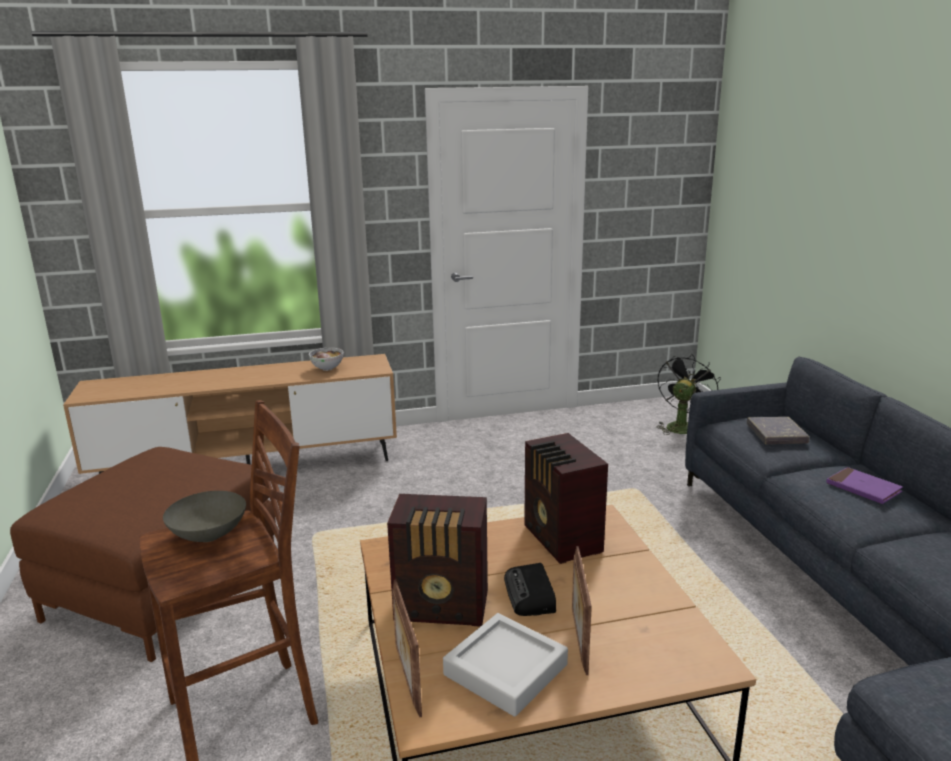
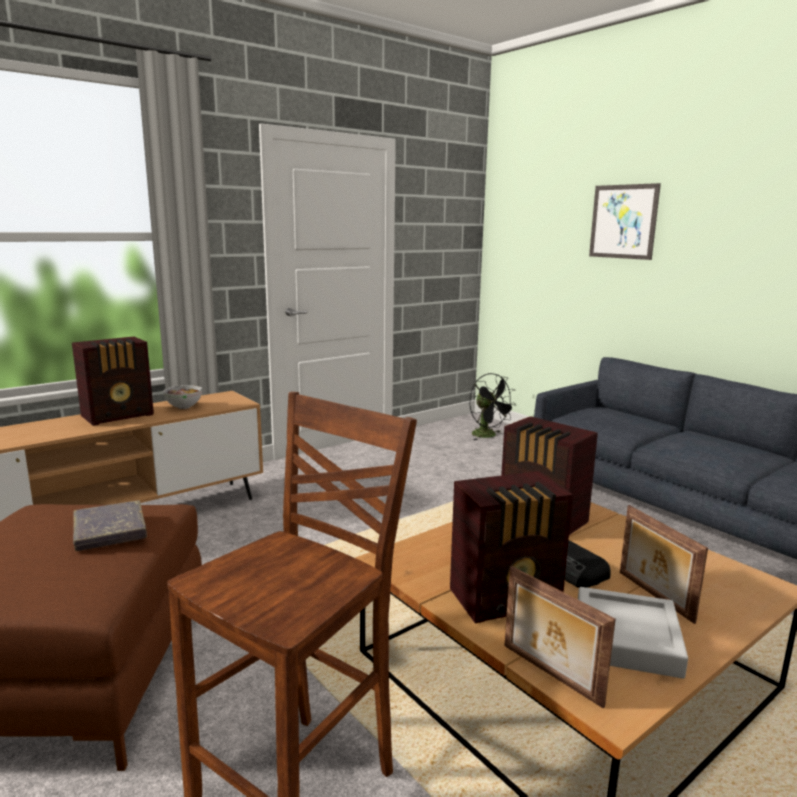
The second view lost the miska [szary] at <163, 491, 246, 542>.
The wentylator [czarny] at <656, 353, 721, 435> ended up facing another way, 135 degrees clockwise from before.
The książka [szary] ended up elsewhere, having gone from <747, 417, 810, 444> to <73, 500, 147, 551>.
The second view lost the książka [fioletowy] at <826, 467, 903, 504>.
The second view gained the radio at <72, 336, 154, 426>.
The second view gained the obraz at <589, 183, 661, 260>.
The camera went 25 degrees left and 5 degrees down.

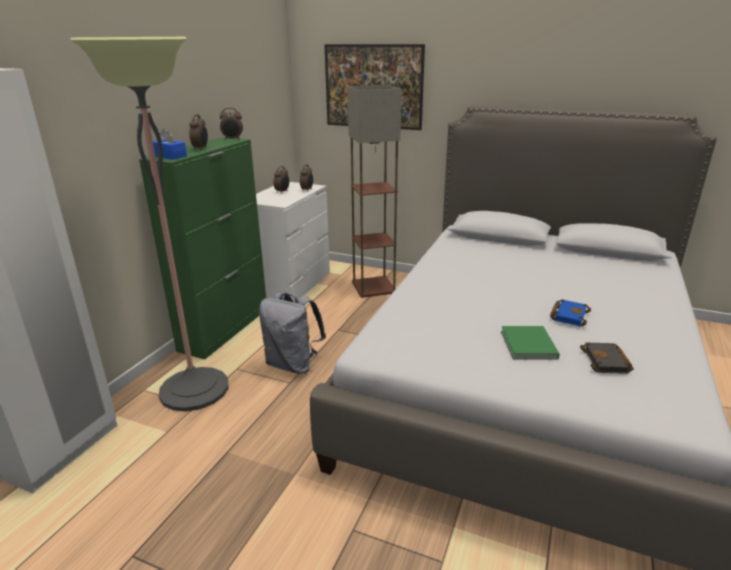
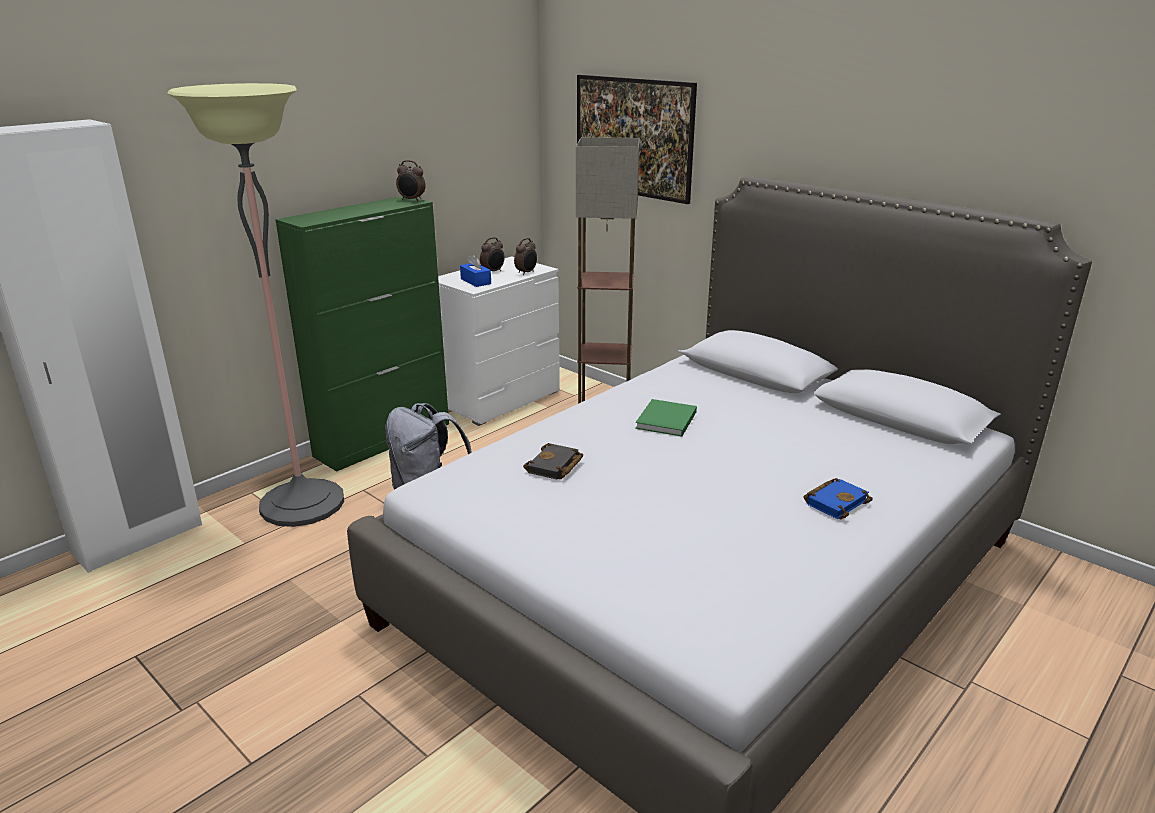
The pudełko chusteczek [niebieski] ended up elsewhere, having gone from <153, 128, 187, 160> to <460, 254, 491, 287>.
The second view lost the budzik at <189, 114, 208, 150>.
The książka [zielony] ended up elsewhere, having gone from <501, 326, 560, 360> to <635, 399, 697, 437>.
The książka [niebieski] ended up elsewhere, having gone from <550, 299, 591, 326> to <803, 478, 873, 519>.
The książka [czarny] ended up elsewhere, having gone from <580, 342, 634, 374> to <523, 443, 583, 479>.
The camera went 20 degrees right and 0 degrees up.

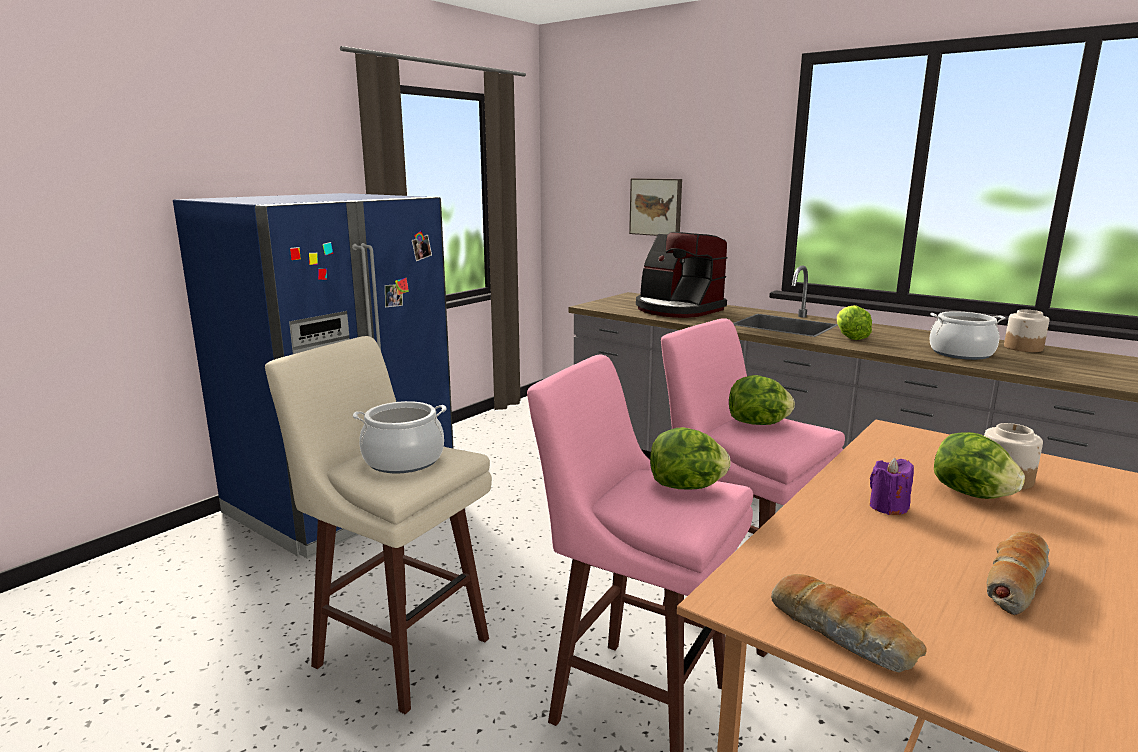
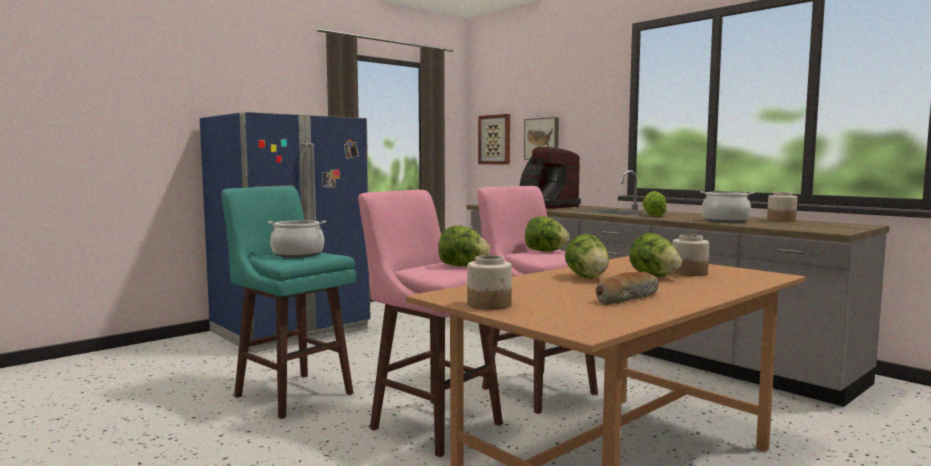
What was the stołek [beżowy] at <265, 336, 492, 714> turned into the stołek [turkusowy] at <221, 186, 356, 419>.
Where the chleb stood at <771, 574, 927, 673>, the słoik came to stand at <467, 255, 512, 310>.
Where the świeca [fioletowy] stood at <870, 458, 914, 515>, the sałata came to stand at <565, 234, 609, 279>.
The second view gained the obraz at <478, 114, 510, 165>.
The camera went 10 degrees right and 10 degrees down.

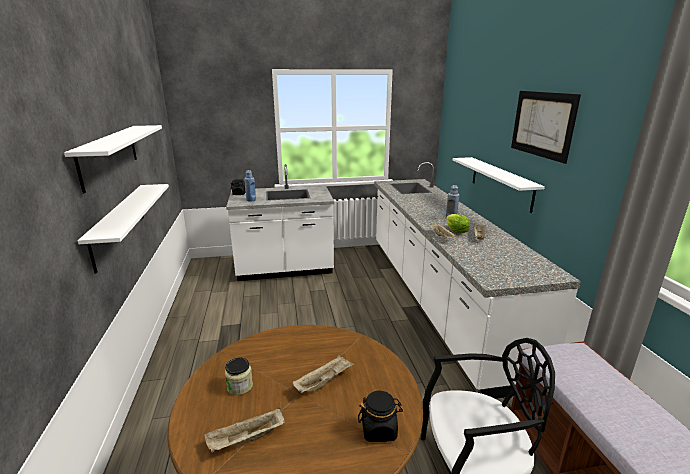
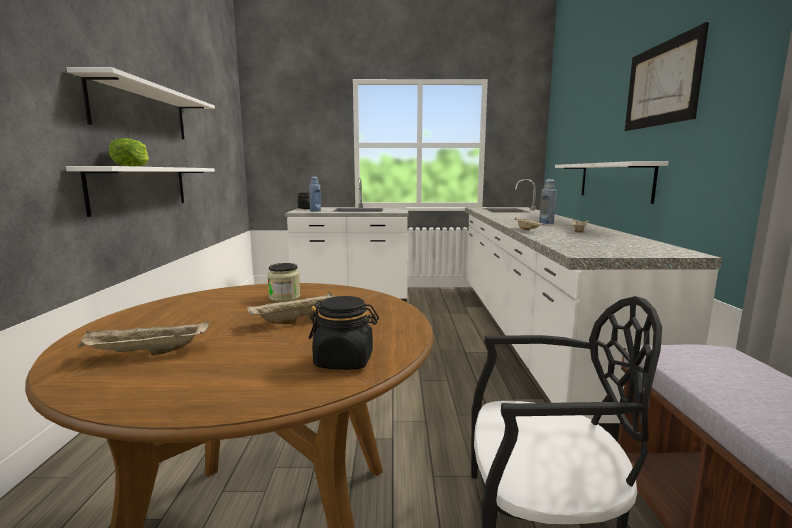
The słoik ended up elsewhere, having gone from <225, 358, 253, 395> to <267, 263, 300, 302>.
The sałata ended up elsewhere, having gone from <446, 214, 470, 233> to <109, 138, 149, 166>.
The camera went 10 degrees right and 10 degrees down.

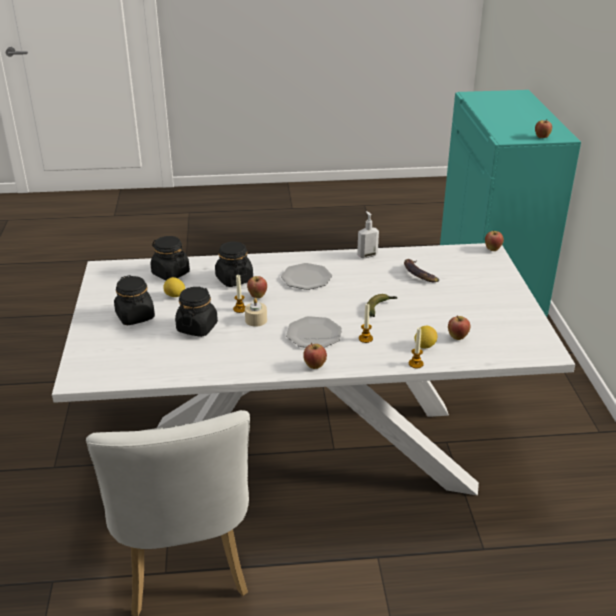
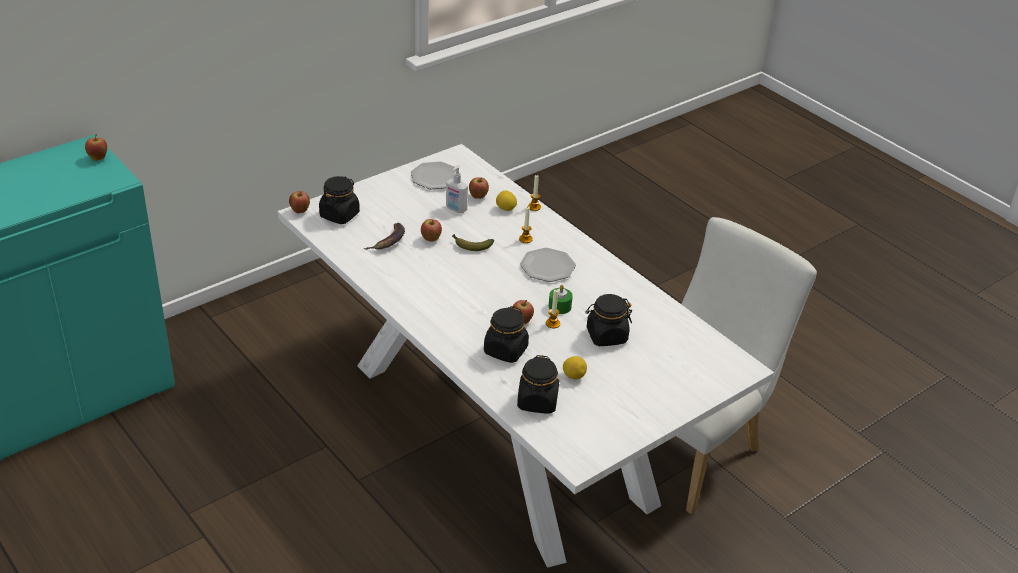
The słoik [czarny] ended up elsewhere, having gone from <114, 275, 155, 325> to <319, 176, 360, 224>.
What was the świeca [beżowy] at <245, 298, 267, 327> turned into the świeca [zielony] at <549, 285, 573, 314>.
The talerz ended up elsewhere, having gone from <281, 263, 332, 290> to <411, 162, 456, 189>.
The jabłko ended up elsewhere, having gone from <303, 343, 327, 369> to <421, 219, 442, 242>.
The dozownik mydła ended up elsewhere, having gone from <357, 211, 379, 258> to <446, 165, 468, 213>.
The camera went 125 degrees left and 5 degrees up.

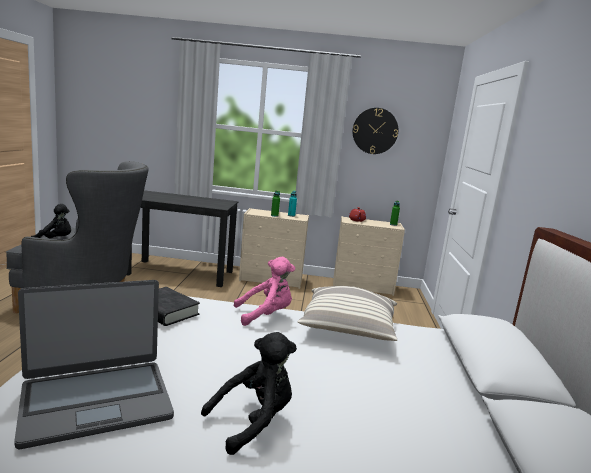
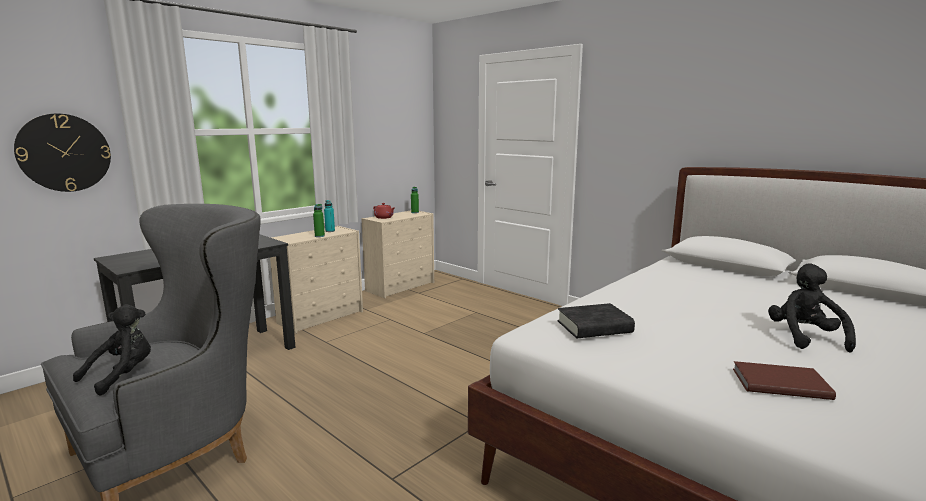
Where the laptop stood at <14, 280, 174, 449>, the książka [brązowy] came to stand at <733, 361, 836, 400>.
The second view lost the pluszak [różowy] at <234, 257, 295, 326>.
The second view lost the poduszka at <297, 286, 397, 341>.
The zegar ścienny ended up elsewhere, having gone from <353, 108, 398, 154> to <14, 114, 111, 192>.
The camera went 50 degrees left and 0 degrees up.

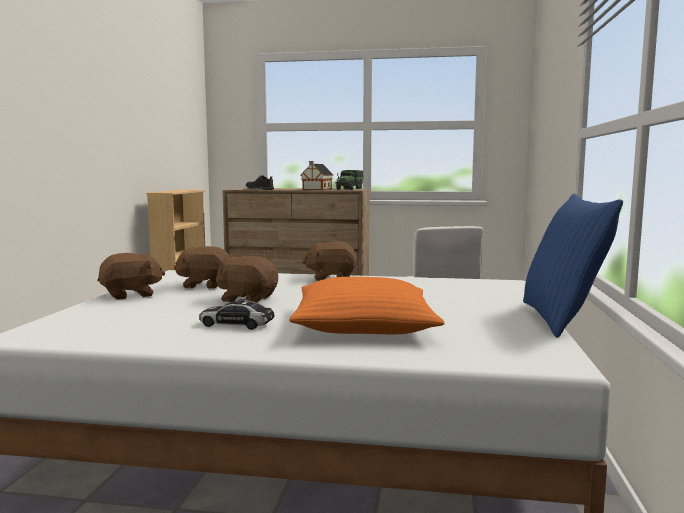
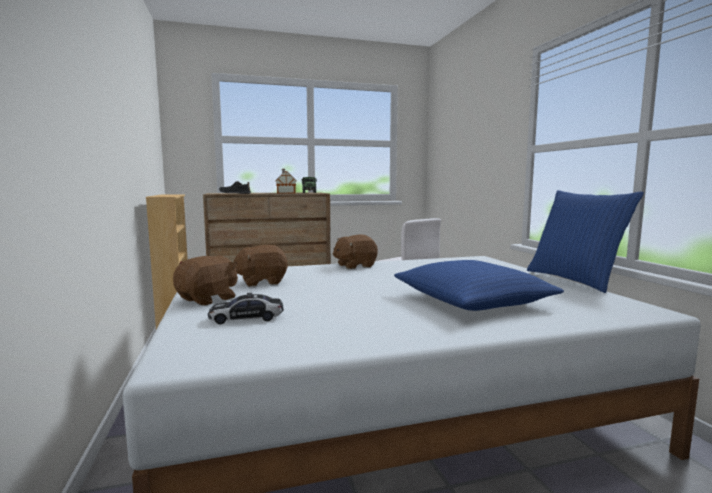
The samochodzik ended up elsewhere, having gone from <199, 299, 275, 330> to <208, 293, 284, 324>.
The second view lost the pluszak [brązowy] at <216, 256, 278, 303>.
What was the poduszka [pomarańczowy] at <289, 277, 444, 334> turned into the poduszka [niebieski] at <394, 260, 564, 311>.
The camera went 25 degrees left and 0 degrees up.

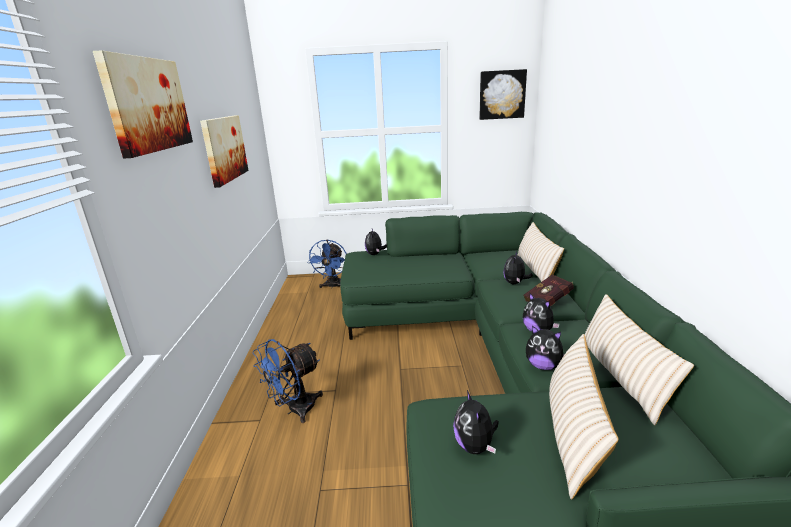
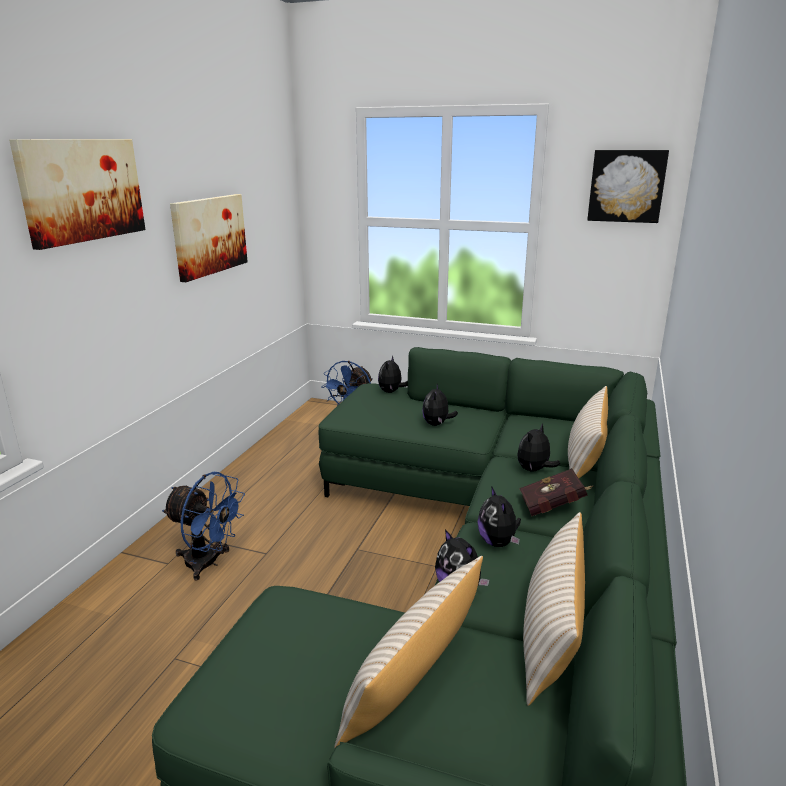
The wentylator [niebieski] at <252, 339, 323, 423> ended up facing another way, 135 degrees counterclockwise from before.
The pluszak ended up elsewhere, having gone from <453, 390, 499, 454> to <422, 384, 458, 426>.
The camera went 20 degrees right and 0 degrees up.

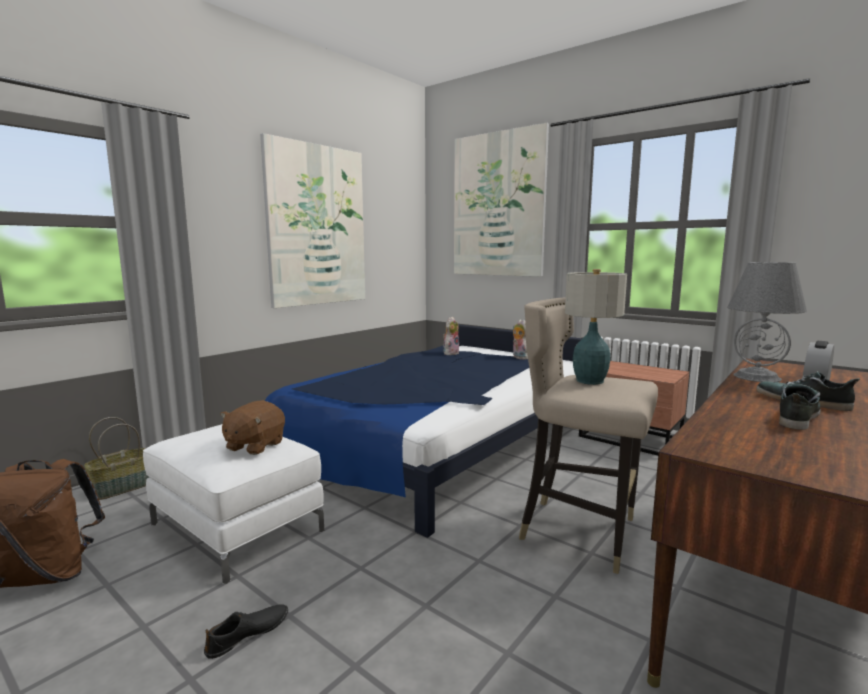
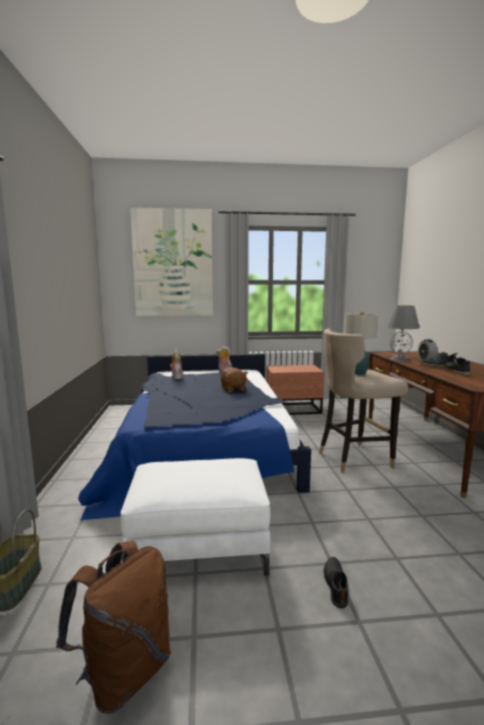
The pluszak [brązowy] ended up elsewhere, having gone from <220, 400, 285, 455> to <220, 367, 248, 392>.
The second view lost the obraz at <260, 133, 366, 308>.
The camera went 45 degrees left and 0 degrees up.

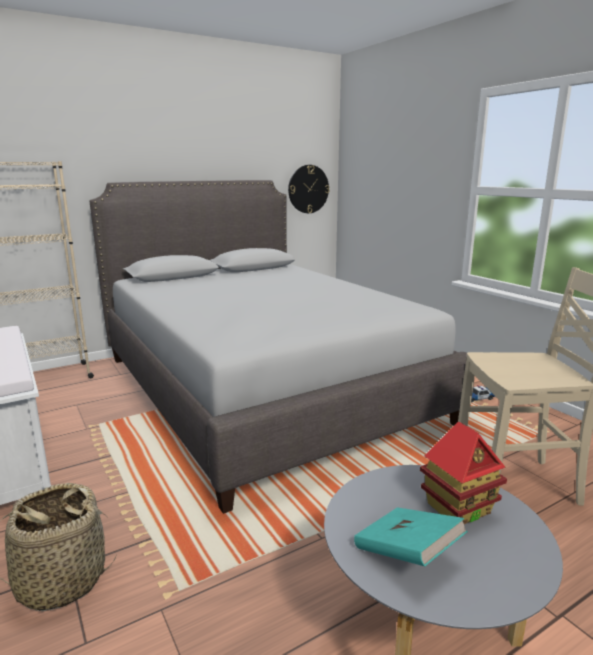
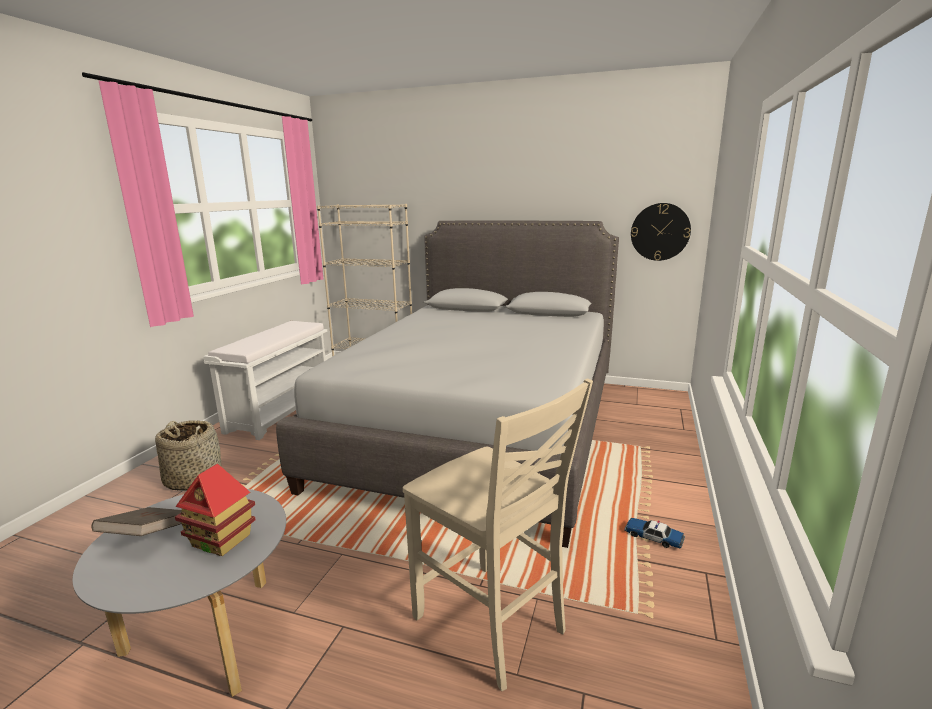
What was the książka [turkusowy] at <354, 507, 468, 566> turned into the książka [brązowy] at <92, 507, 182, 536>.
The camera went 50 degrees right and 0 degrees up.

